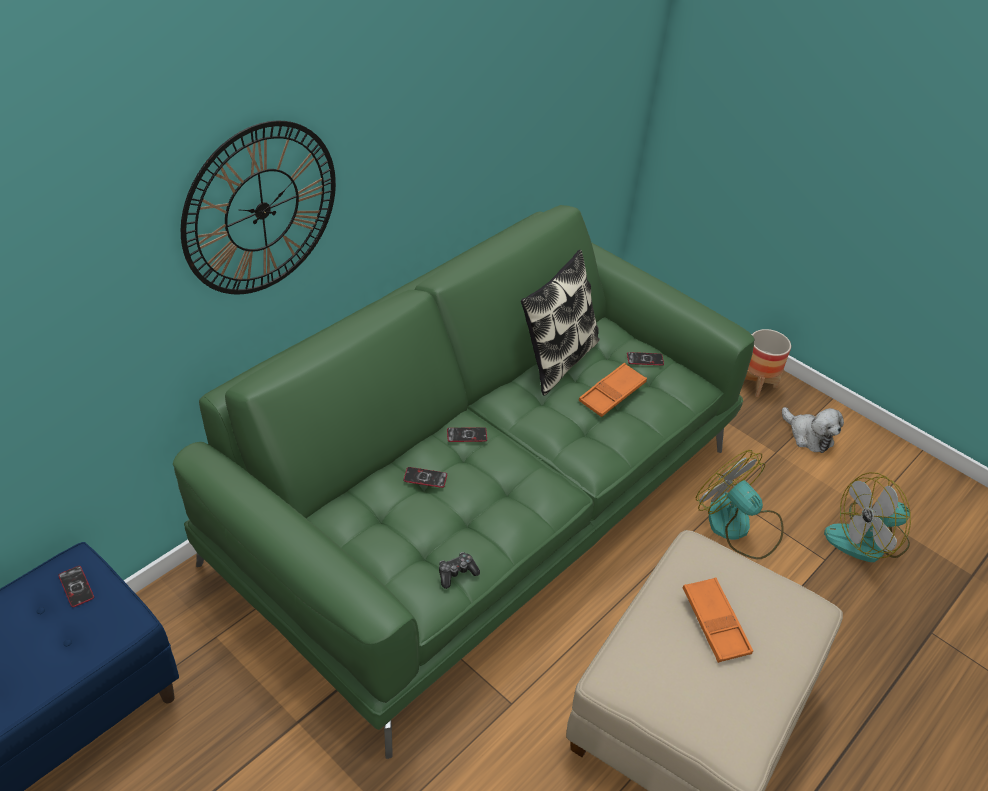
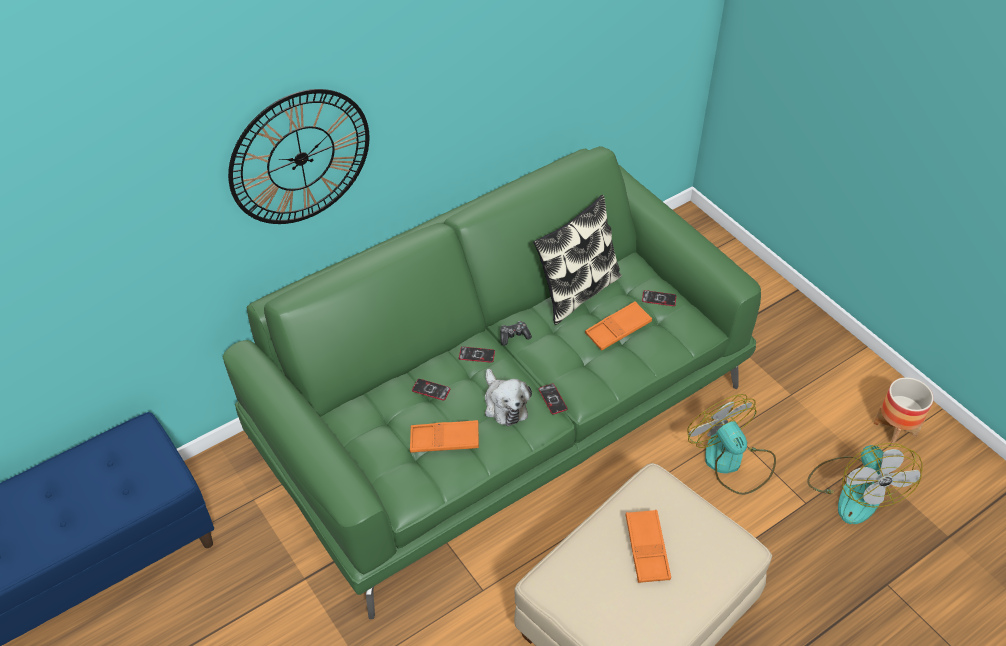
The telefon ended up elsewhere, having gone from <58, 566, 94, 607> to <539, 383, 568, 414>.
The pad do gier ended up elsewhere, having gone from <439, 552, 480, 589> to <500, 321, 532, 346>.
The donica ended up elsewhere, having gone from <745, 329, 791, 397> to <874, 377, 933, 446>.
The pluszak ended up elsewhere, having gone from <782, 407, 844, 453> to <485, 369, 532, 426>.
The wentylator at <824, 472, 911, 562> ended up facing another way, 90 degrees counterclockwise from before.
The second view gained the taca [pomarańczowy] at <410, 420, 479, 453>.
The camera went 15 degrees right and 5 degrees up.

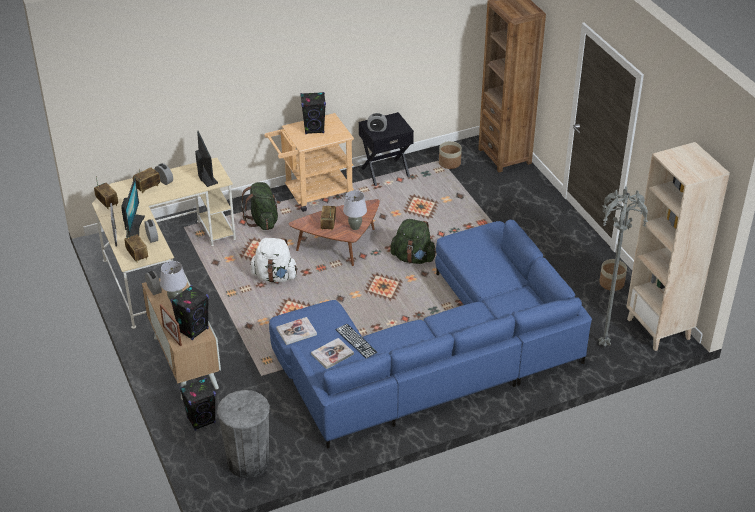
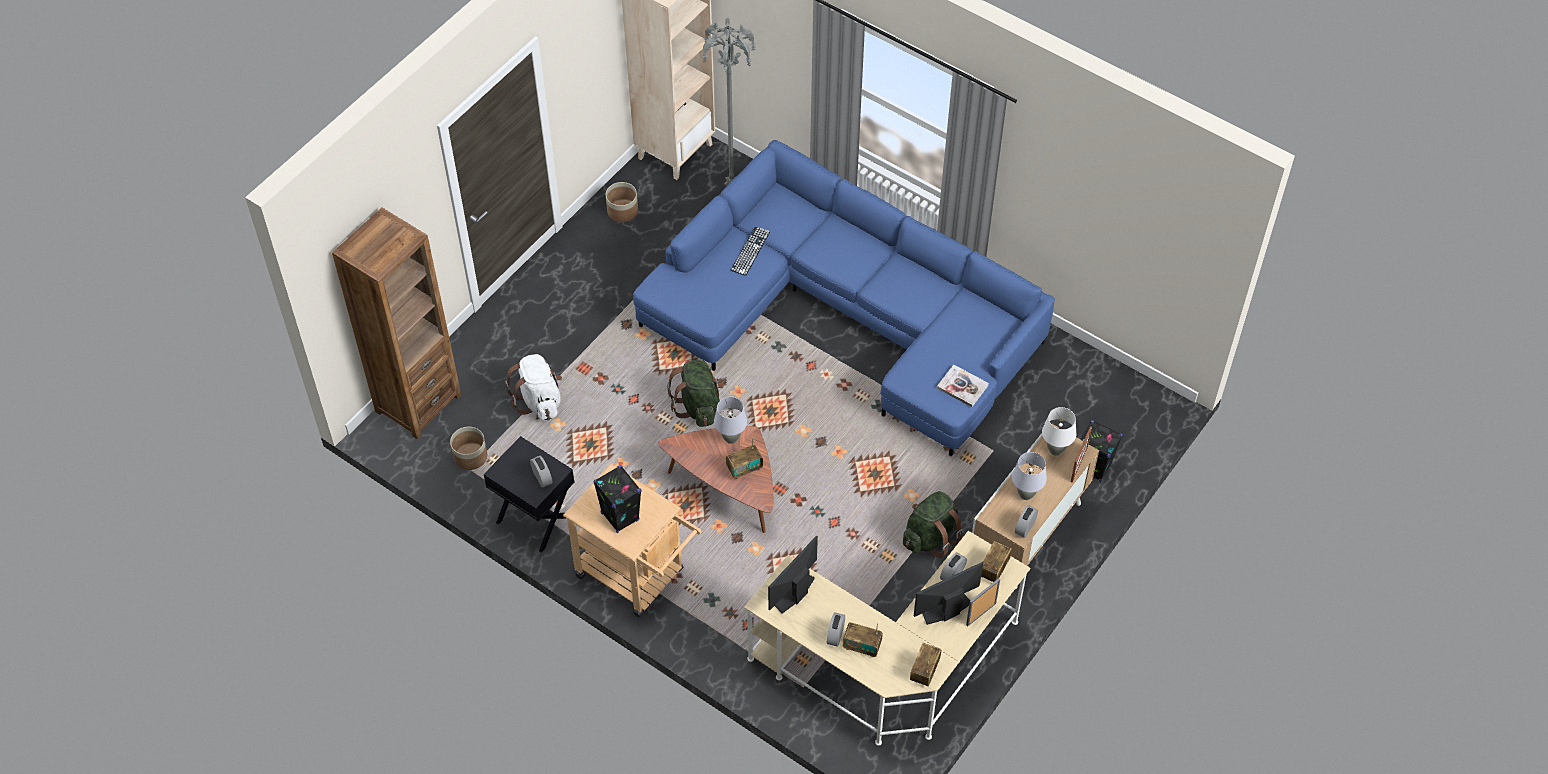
Where the głośnik [czarny] stood at <170, 285, 209, 340>, the lampa stołowa [biały] came to stand at <1042, 407, 1076, 455>.
The second view lost the kosz na śmieci [szary] at <217, 390, 270, 478>.
The plecak [zielony] ended up elsewhere, having gone from <241, 182, 280, 230> to <903, 491, 963, 558>.
The plecak [biały] ended up elsewhere, having gone from <251, 237, 298, 283> to <505, 354, 562, 421>.
The second view lost the książka at <311, 338, 354, 369>.
The klawiatura ended up elsewhere, having gone from <335, 324, 378, 358> to <731, 226, 770, 276>.
The camera went 120 degrees left and 15 degrees up.

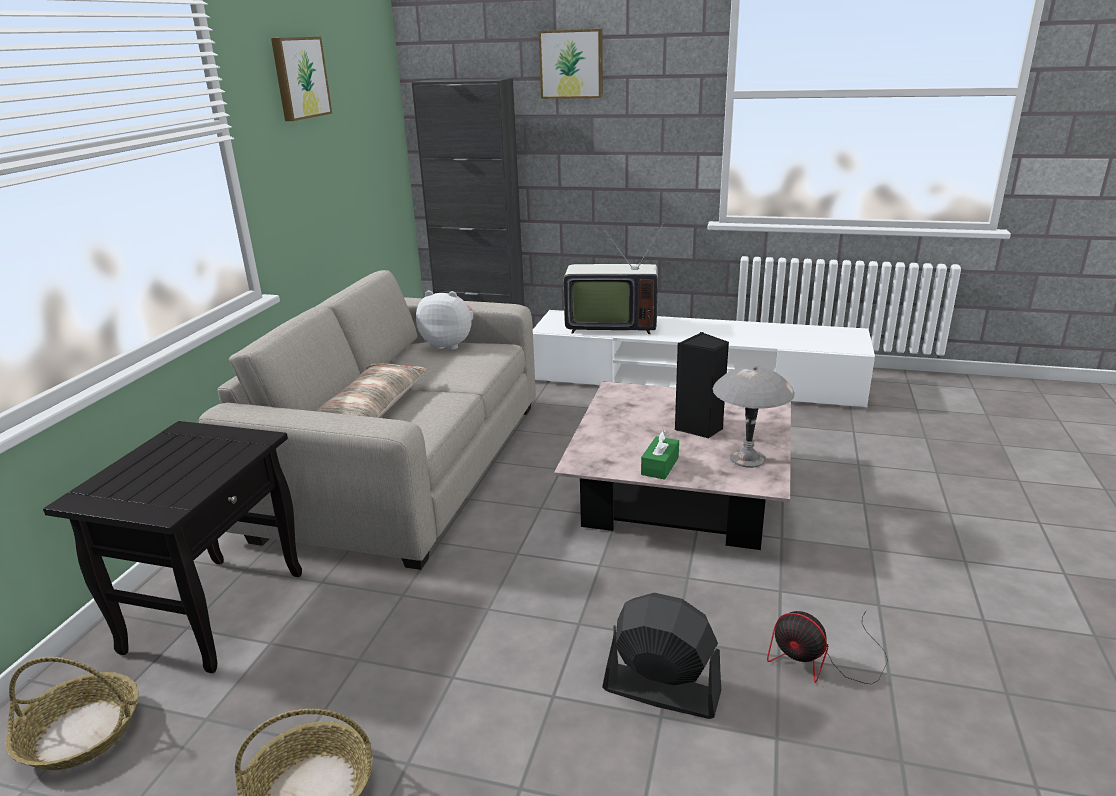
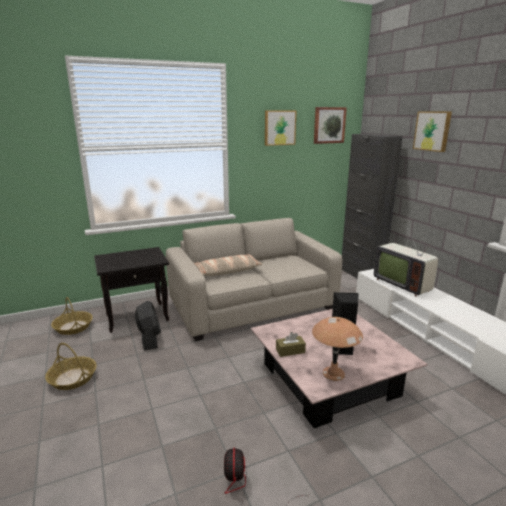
The second view lost the pluszak at <416, 291, 473, 350>.
The wentylator [czarny] ended up elsewhere, having gone from <602, 593, 721, 719> to <135, 301, 161, 351>.
What was the pudełko chusteczek [zielony] at <641, 430, 679, 480> turned into the pudełko chusteczek [brązowy] at <276, 332, 306, 357>.
What was the lampa stołowa [szary] at <712, 366, 795, 468> turned into the lampa stołowa [brązowy] at <312, 317, 363, 381>.
The second view gained the obraz at <314, 107, 347, 144>.
The camera went 50 degrees right and 5 degrees down.

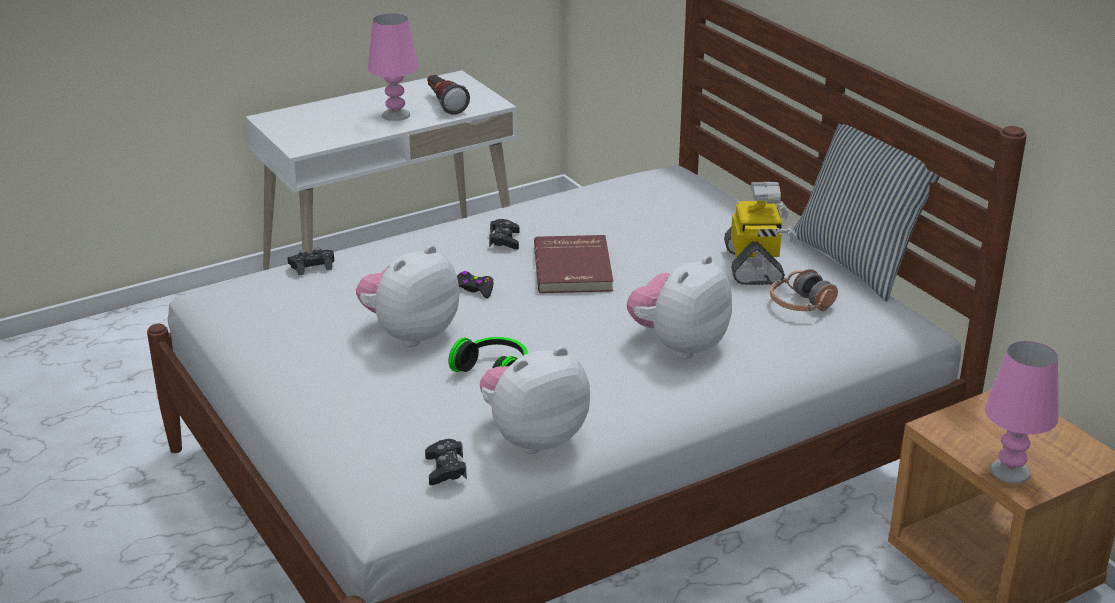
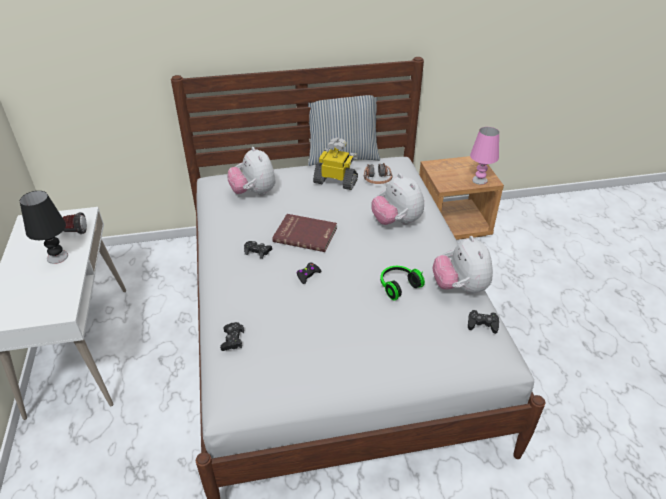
The pluszak ended up elsewhere, having gone from <356, 245, 460, 347> to <228, 147, 275, 196>.
What was the lampa stołowa [różowy] at <368, 13, 419, 121> turned into the lampa stołowa [czarny] at <20, 191, 68, 264>.
The camera went 70 degrees left and 10 degrees up.

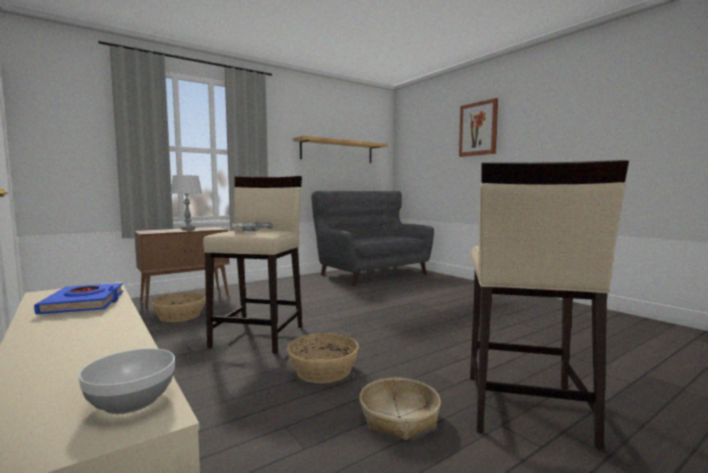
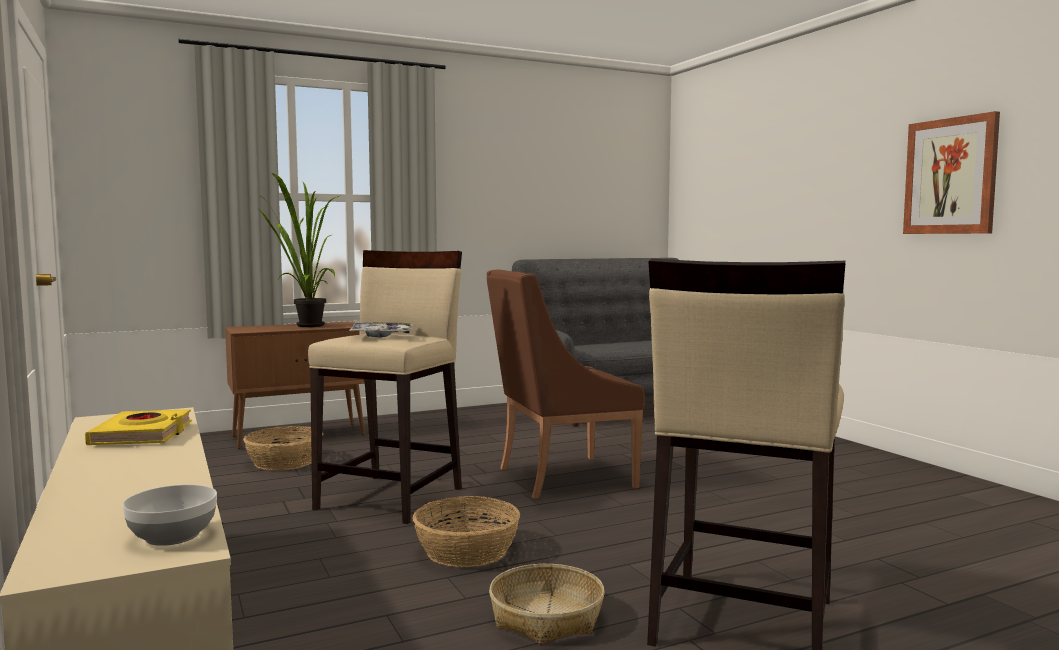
What was the książka [niebieski] at <34, 283, 123, 314> turned into the książka [żółty] at <85, 409, 192, 445>.
Where the lampa stołowa [szary] stood at <170, 175, 202, 230>, the roślina doniczkowa came to stand at <259, 173, 339, 327>.
The second view lost the półka at <293, 136, 388, 163>.
The obraz ended up elsewhere, having gone from <459, 98, 498, 157> to <903, 111, 1000, 234>.
The second view gained the fotel [brązowy] at <487, 269, 645, 499>.
The camera went 10 degrees right and 0 degrees up.

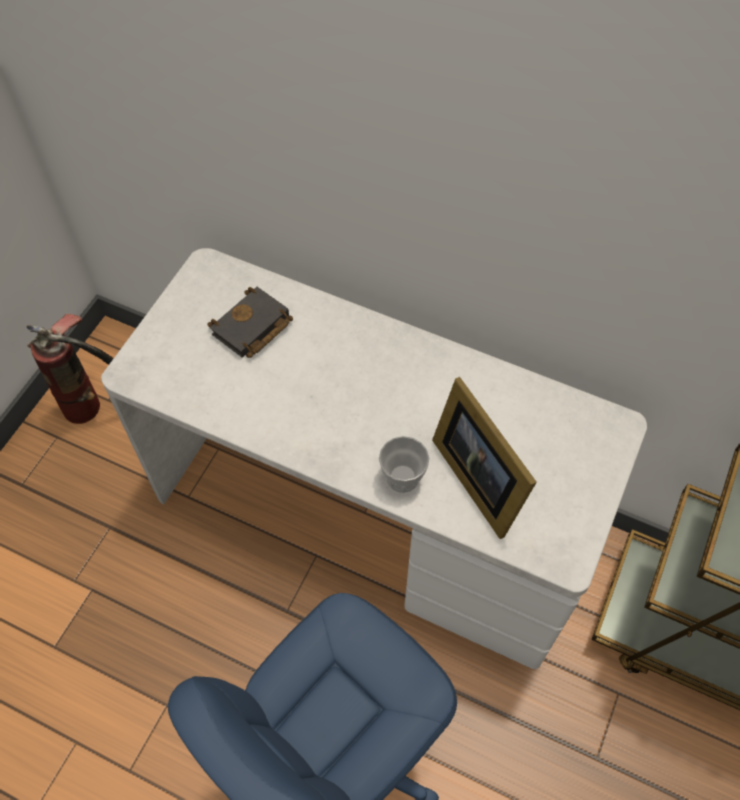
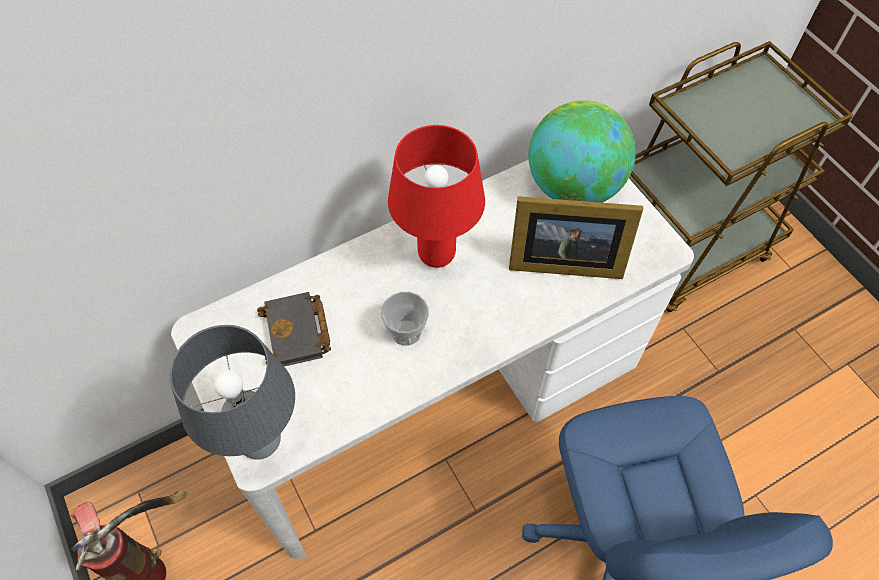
The filiżanka ended up elsewhere, having gone from <379, 436, 429, 493> to <381, 292, 429, 346>.
The second view gained the lampa stołowa [szary] at <170, 325, 295, 460>.
The second view gained the lampa stołowa [czerwony] at <388, 125, 485, 268>.
The second view gained the globus at <528, 100, 636, 203>.
The camera went 55 degrees left and 0 degrees up.

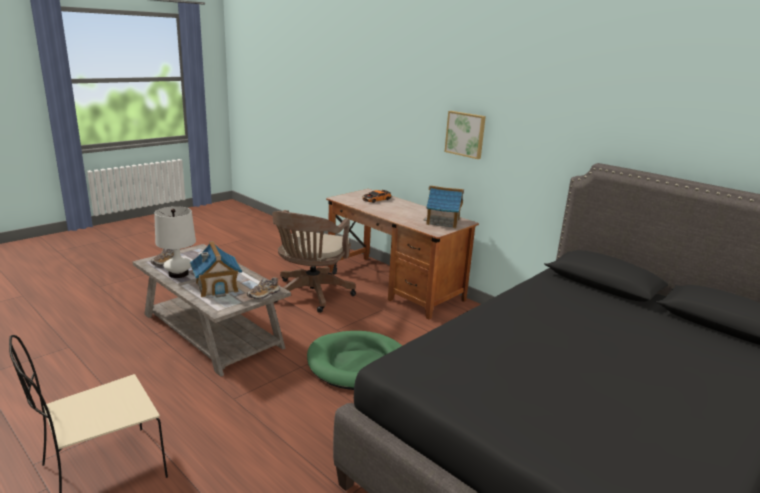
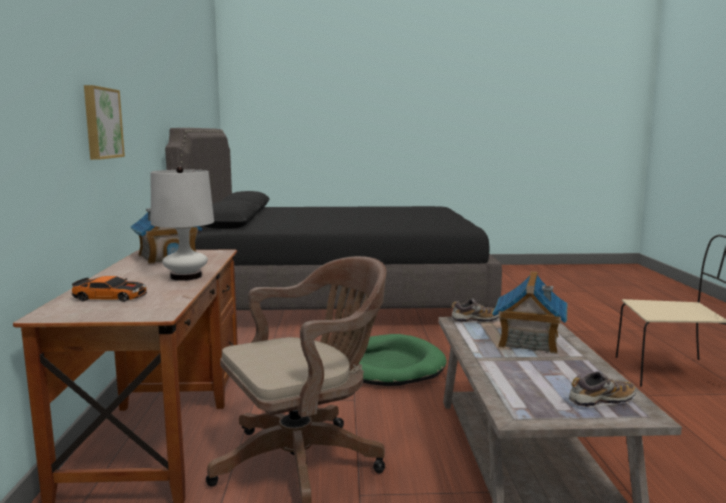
The lampa stołowa [biały] ended up elsewhere, having gone from <154, 206, 196, 278> to <151, 167, 214, 281>.
The camera went 135 degrees left and 10 degrees down.

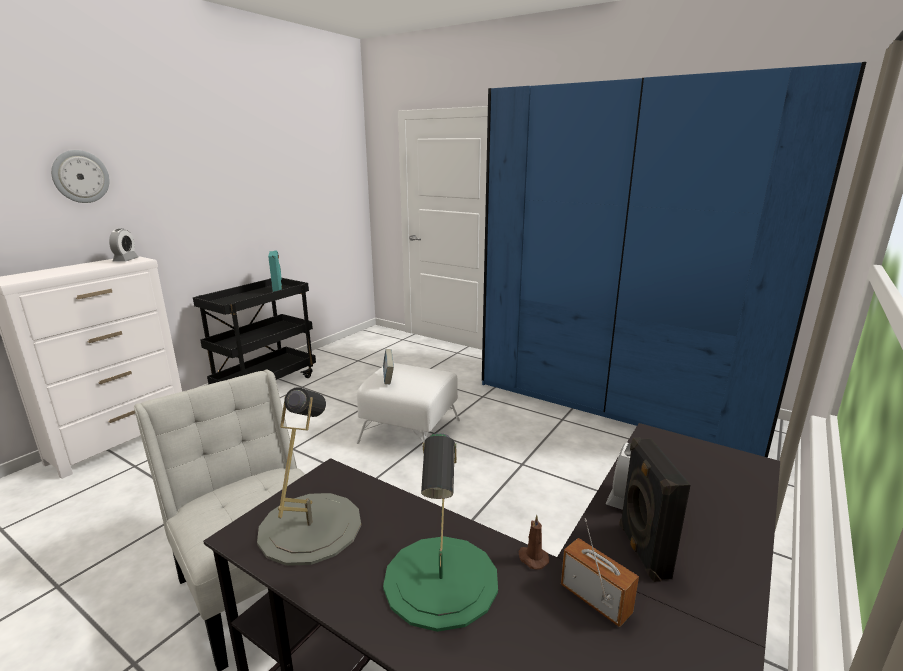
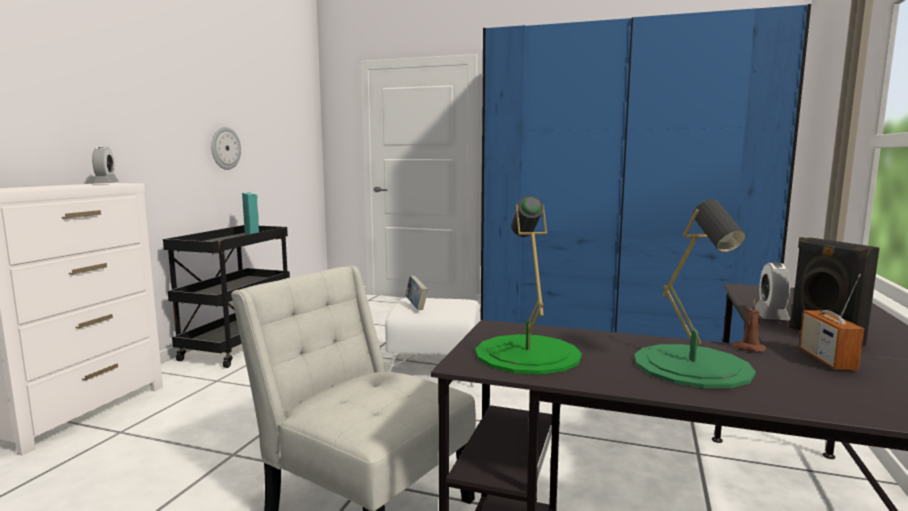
The zegar ścienny ended up elsewhere, having gone from <51, 150, 110, 203> to <211, 127, 241, 170>.
What was the lampa stołowa [szary] at <257, 387, 361, 566> turned into the lampa stołowa [zielony] at <475, 195, 582, 375>.
The radio at <561, 519, 639, 627> ended up facing another way, 120 degrees counterclockwise from before.
The camera went 15 degrees left and 10 degrees down.

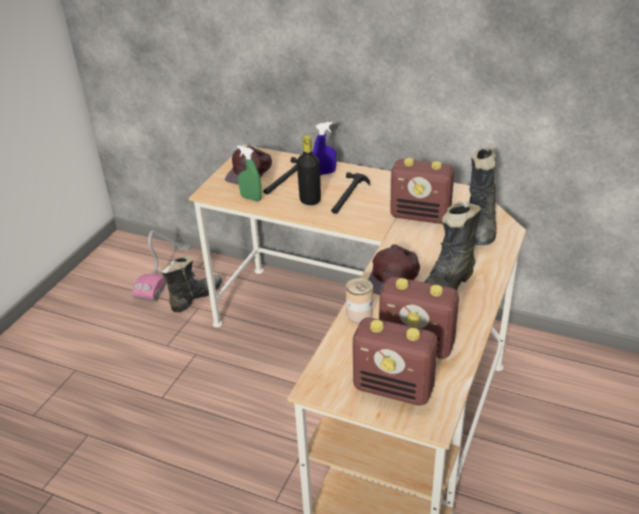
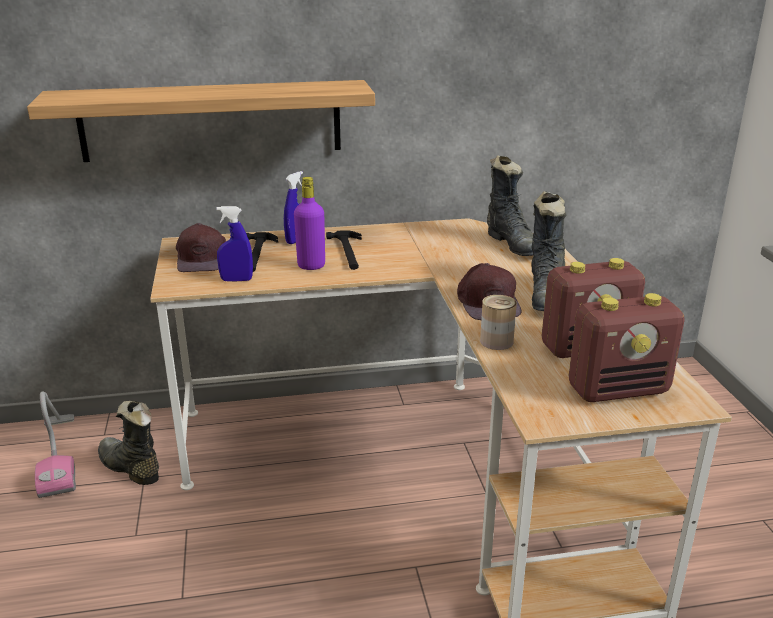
The but z cholewką [czarny] at <161, 256, 222, 312> ended up facing another way, 60 degrees counterclockwise from before.
What was the spryskiwacz [zielony] at <237, 146, 262, 201> turned into the spryskiwacz [niebieski] at <217, 206, 253, 282>.
What was the butelka [czarny] at <297, 135, 321, 205> turned into the butelka [fioletowy] at <294, 177, 325, 270>.
The second view lost the radio at <390, 158, 454, 224>.
The second view gained the półka at <27, 80, 375, 162>.
The camera went 35 degrees left and 10 degrees down.

